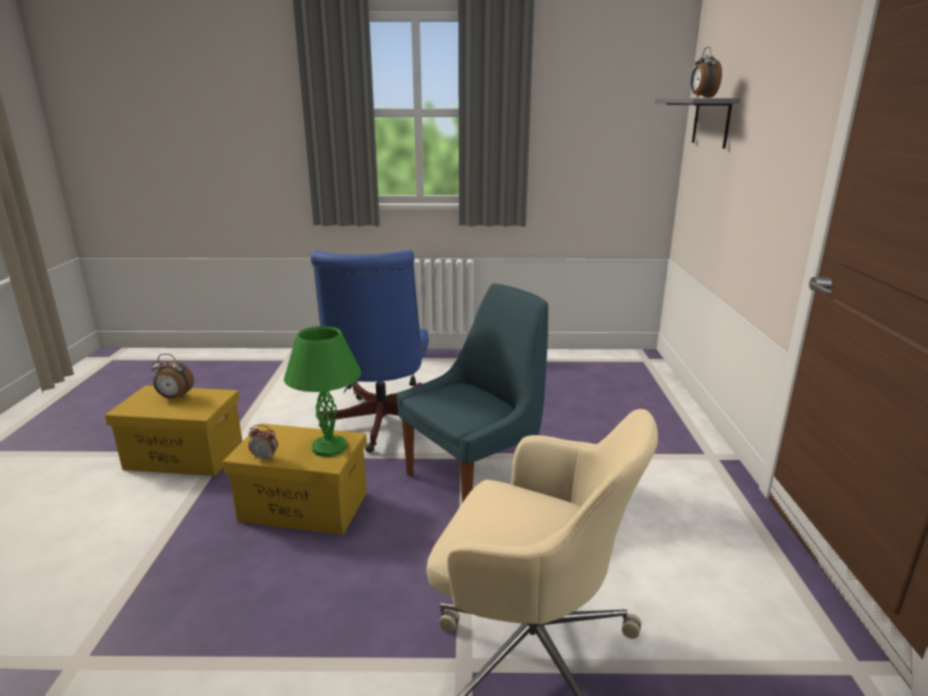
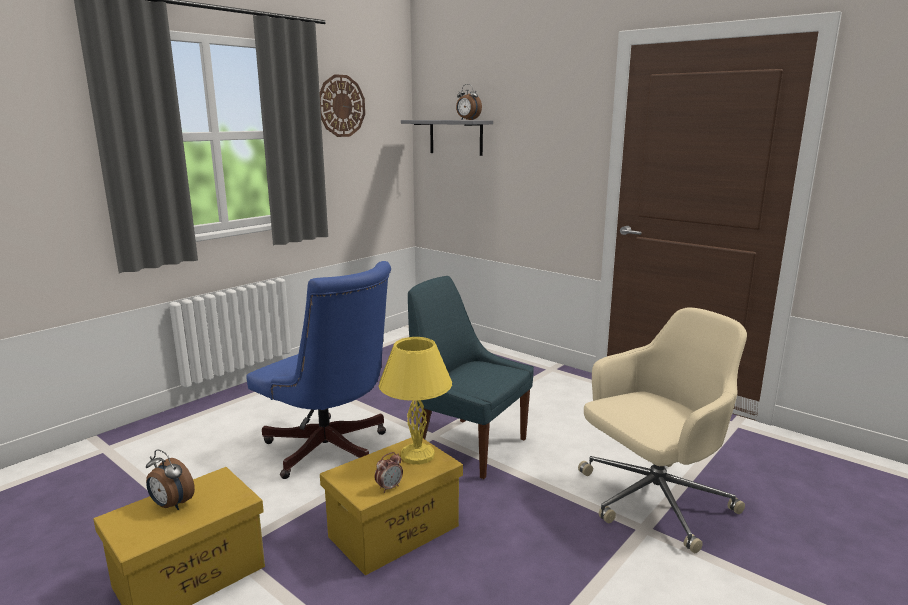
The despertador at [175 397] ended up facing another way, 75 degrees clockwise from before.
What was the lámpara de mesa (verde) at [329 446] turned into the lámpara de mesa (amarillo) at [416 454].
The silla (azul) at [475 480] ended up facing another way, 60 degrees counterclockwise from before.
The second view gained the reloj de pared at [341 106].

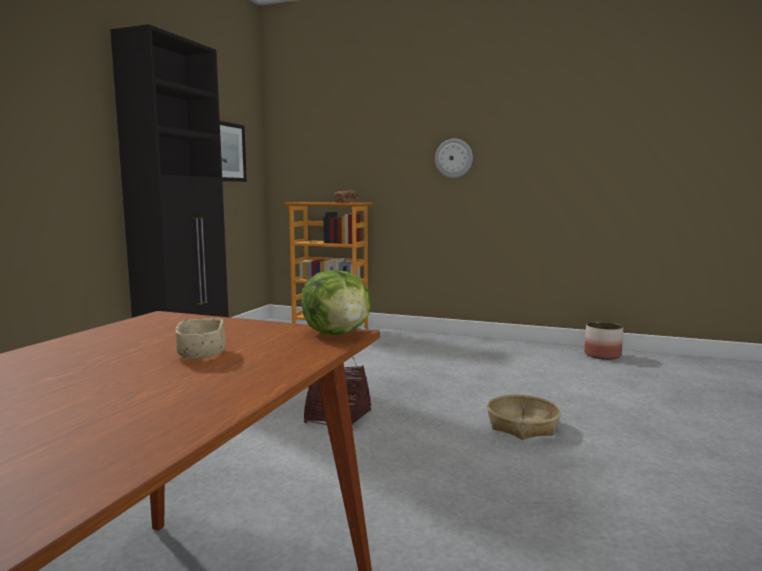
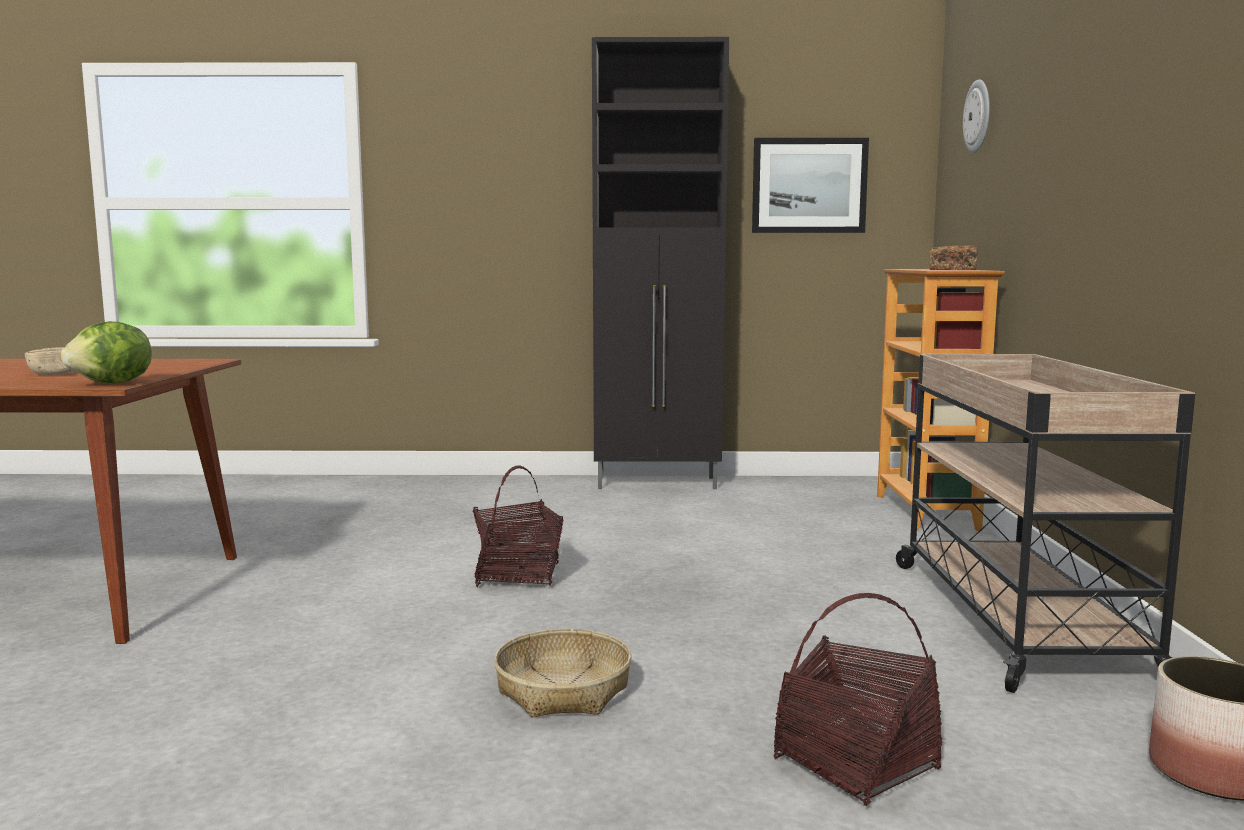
The reloj de pared ended up elsewhere, having gone from [454 158] to [978 116].
The second view gained the cesta at [857 764].
The second view gained the carrito (beis) at [1014 618].

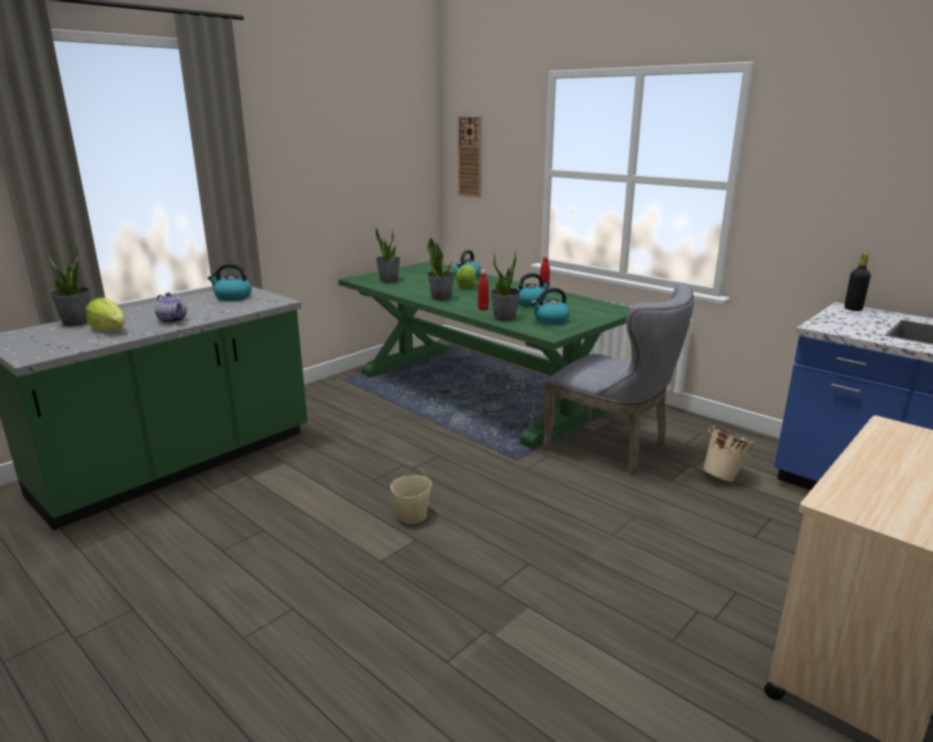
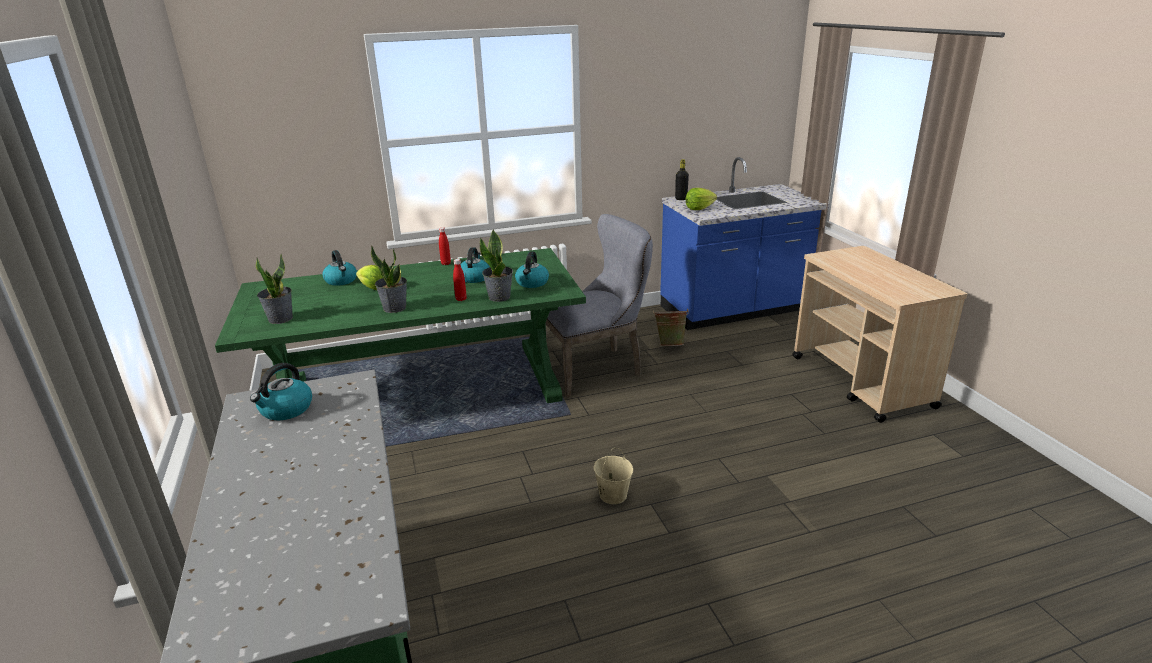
The second view lost the planta en maceta at [77 322].
The lechuga ended up elsewhere, having gone from [110 329] to [699 208].
The second view lost the tetera at [173 320].
The second view lost the reloj de pared at [470 157].
What was the cubo (beis) at [725 477] turned into the cubo (verde) at [670 344].

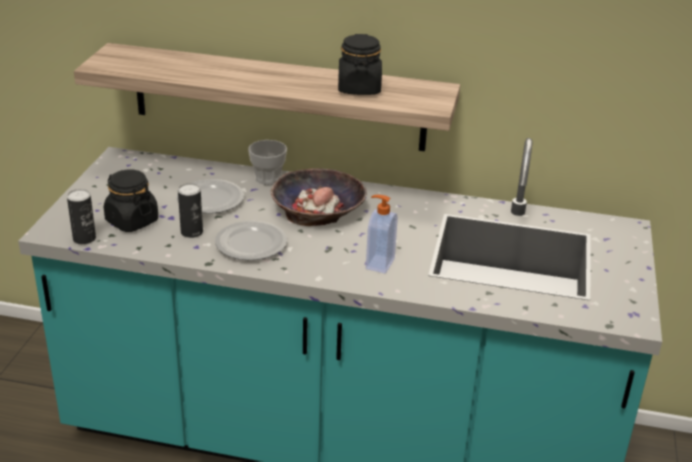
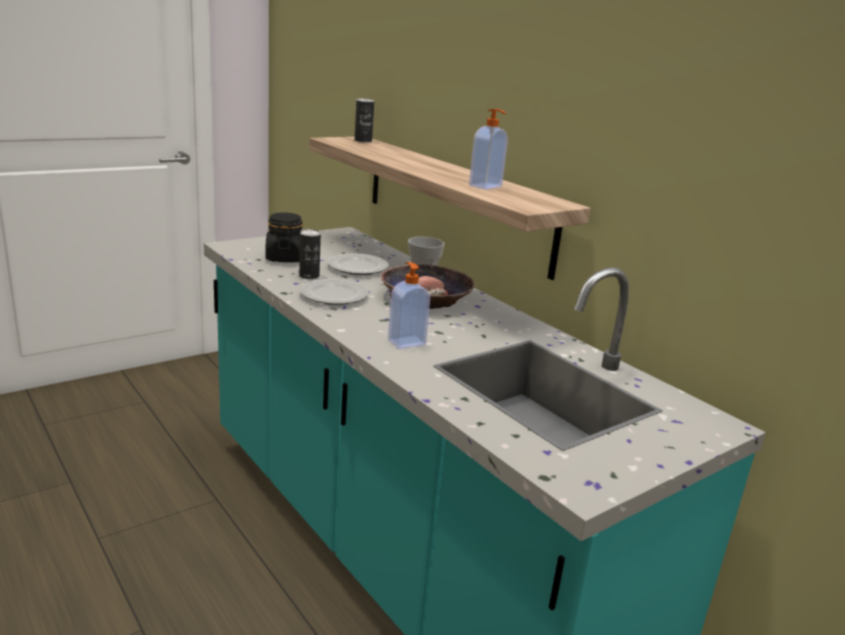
The lata ended up elsewhere, having gone from [84 238] to [363 141].
Where the tarro (negro) stood at [359 88], the dispensador de jabón came to stand at [486 186].

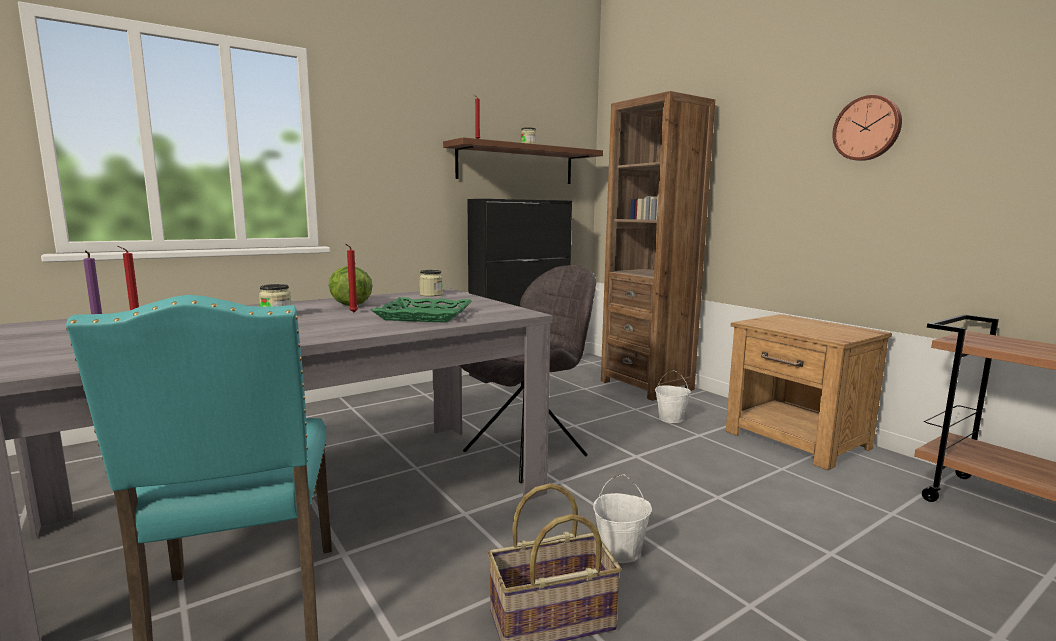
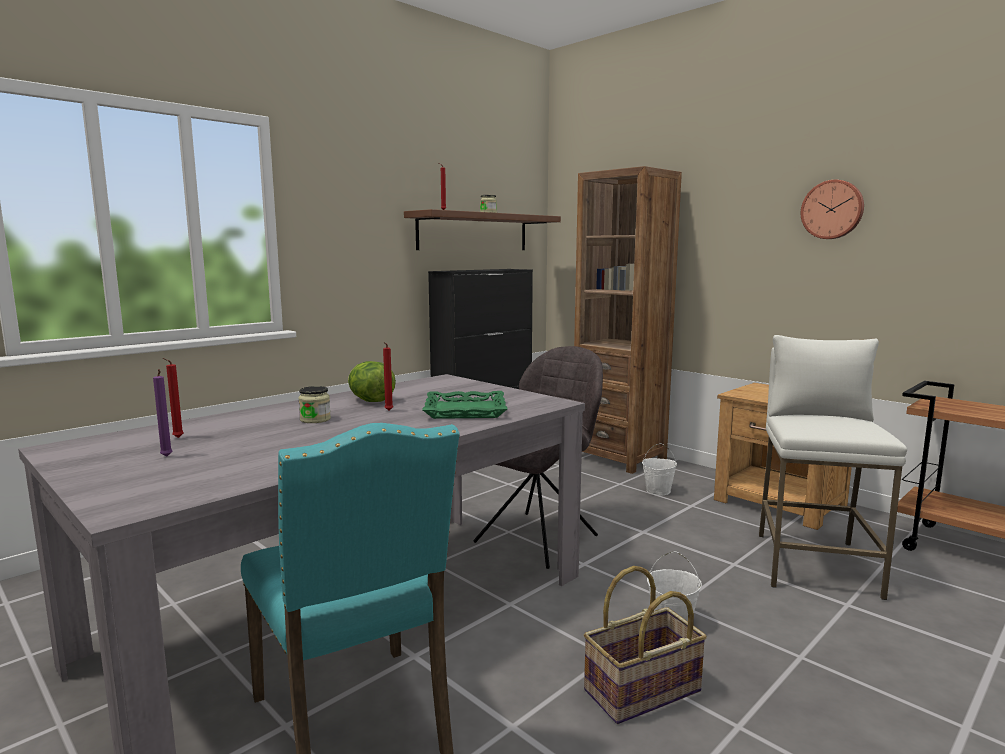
The second view lost the tarro at [431 294].
The second view gained the taburete (blanco) at [814 564].

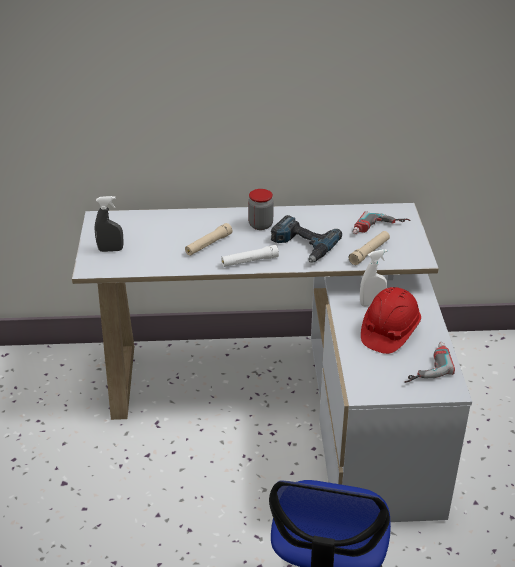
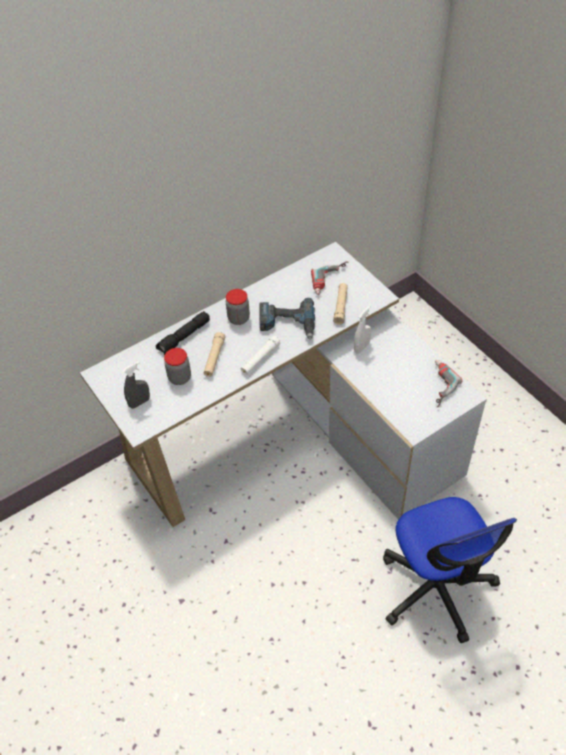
The second view lost the casco (rojo) at [389 332].
The second view gained the linterna (negro) at [184 337].
The second view gained the tarro at [179 378].

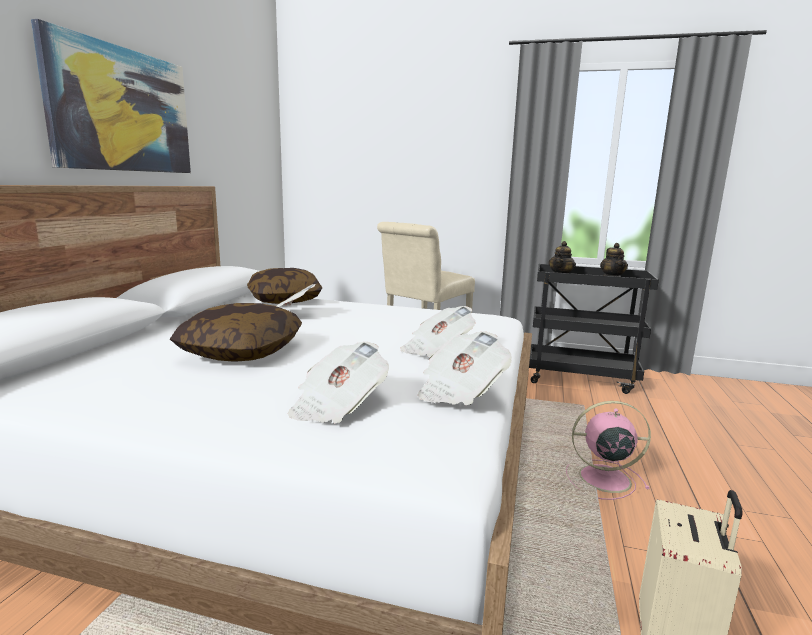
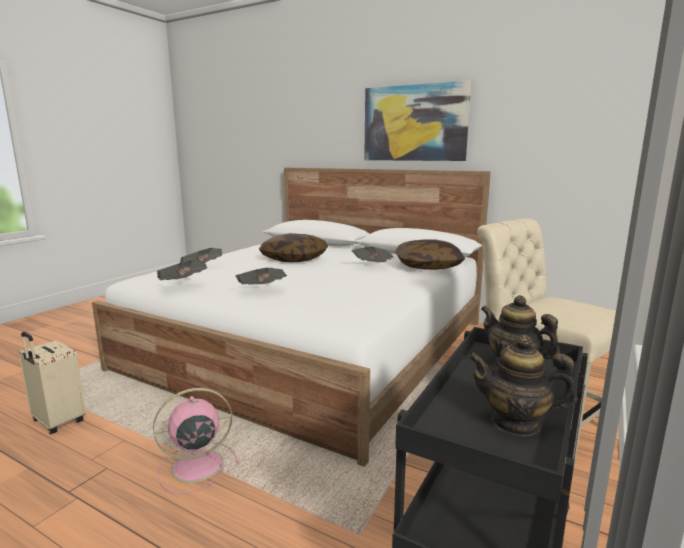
The ventilador (rosa) at [602 478] ended up facing another way, 135 degrees counterclockwise from before.

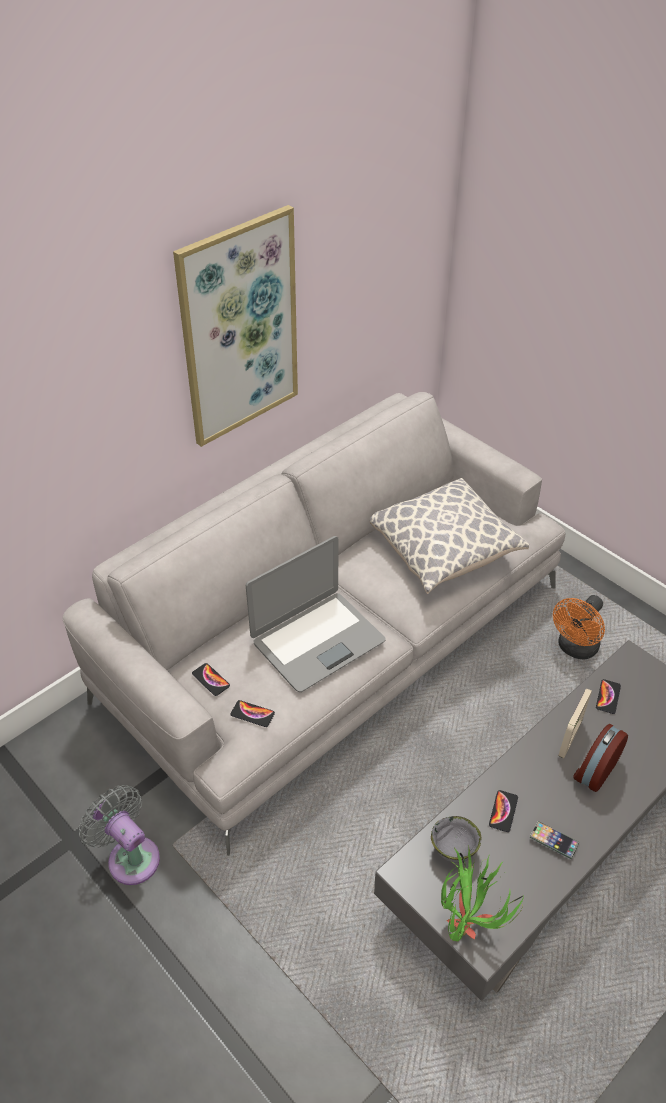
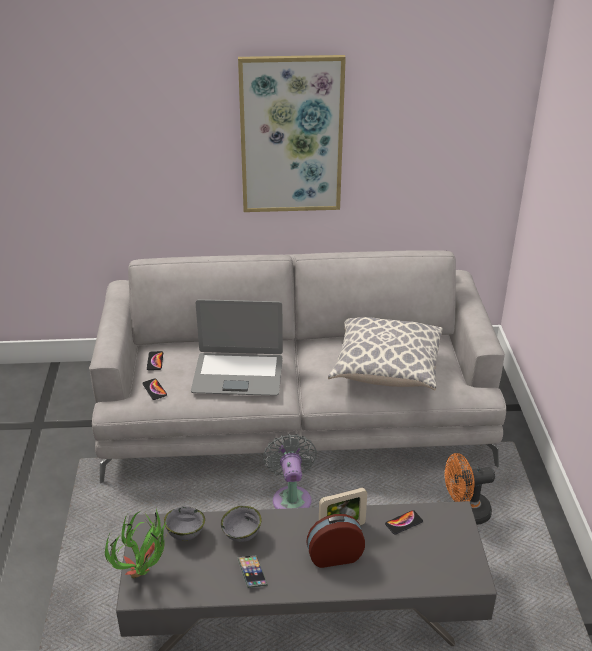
The ventilador (gris) ended up elsewhere, having gone from [130 856] to [291 498].
Where the móvil stood at [503 811], the cuenco (gris) came to stand at [242 536].

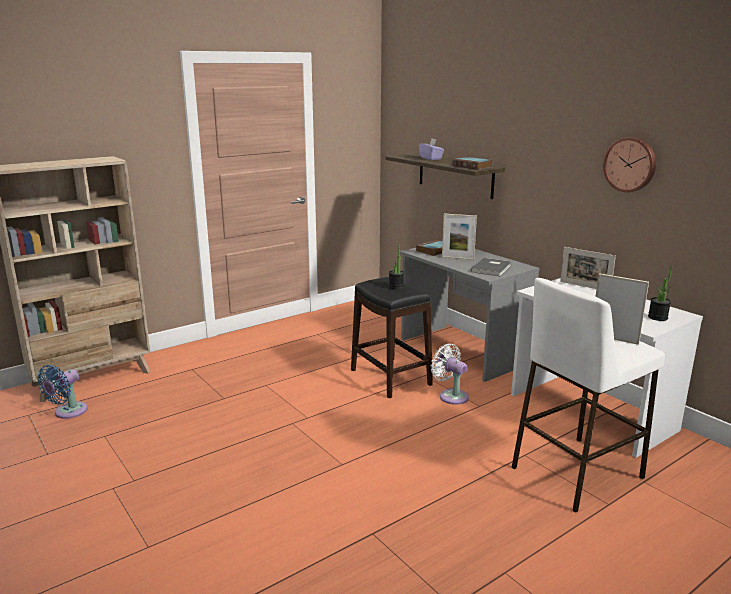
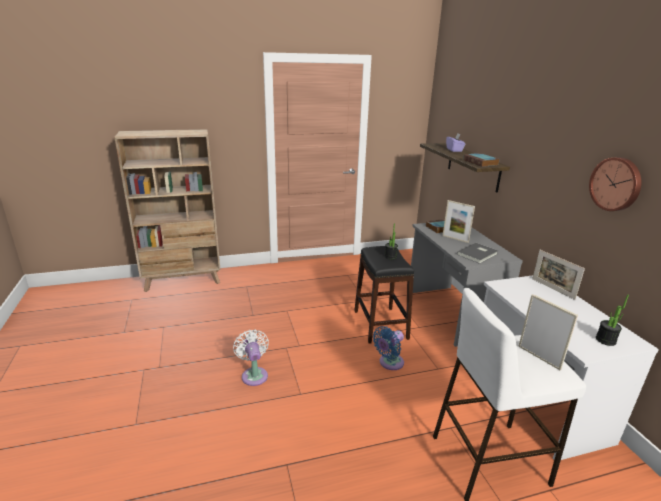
The ventilador (azul) ended up elsewhere, having gone from [68 412] to [389 363].
The ventilador (blanco) ended up elsewhere, having gone from [451 396] to [254 374].

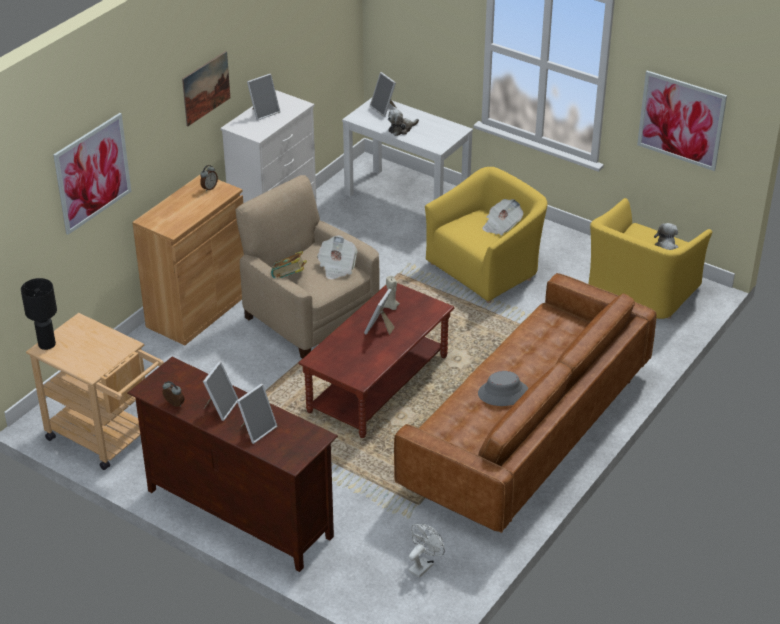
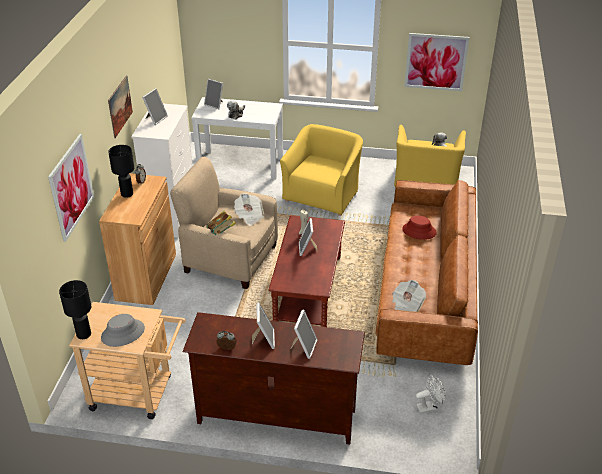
The ventilador (blanco) at [423 565] ended up facing another way, 60 degrees clockwise from before.
The sombrero (gris) ended up elsewhere, having gone from [503 393] to [123 333].
The periódico ended up elsewhere, having gone from [501 226] to [406 305].
The second view gained the lámpara de mesa (negro) at [126 194].
The second view gained the sombrero (rojo) at [419 231].

